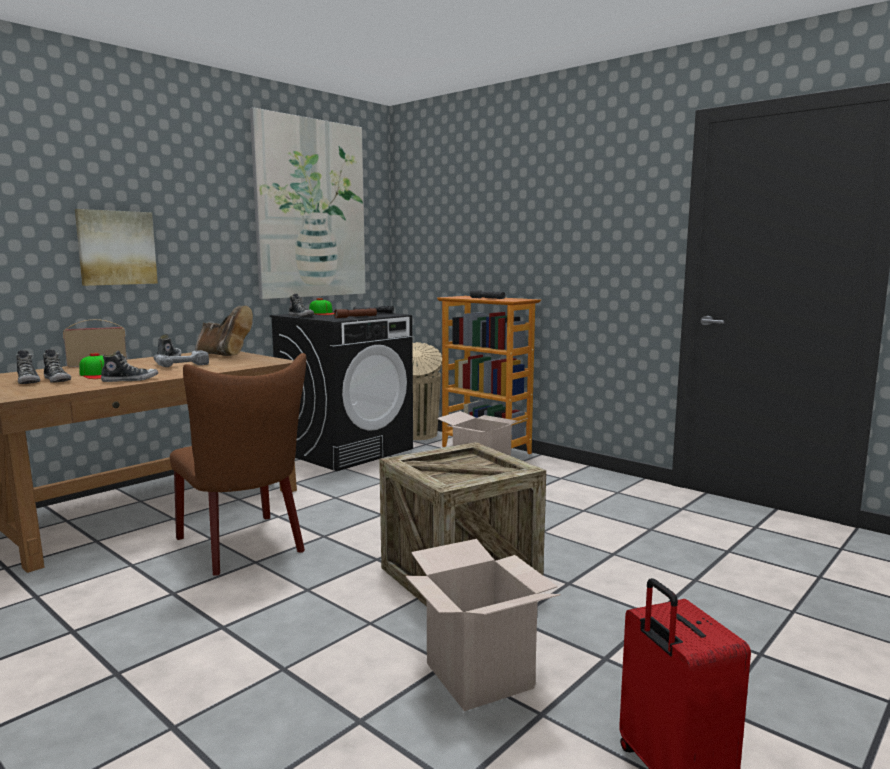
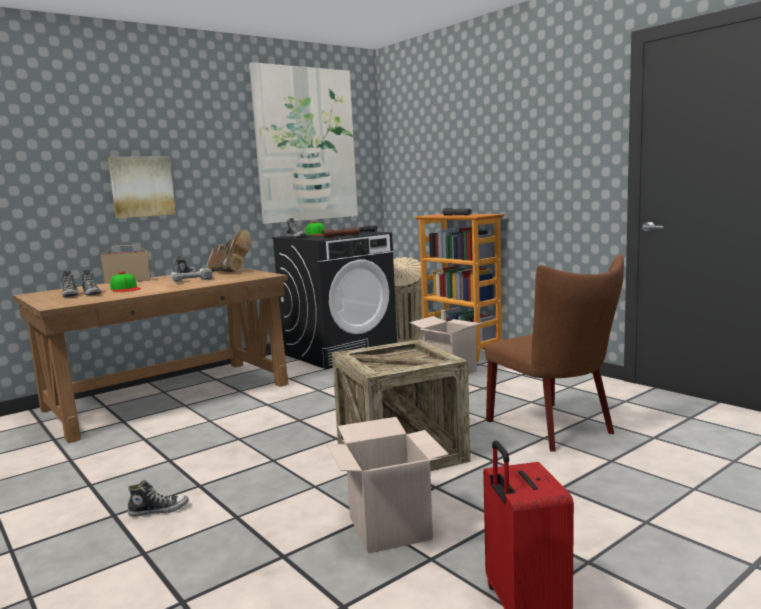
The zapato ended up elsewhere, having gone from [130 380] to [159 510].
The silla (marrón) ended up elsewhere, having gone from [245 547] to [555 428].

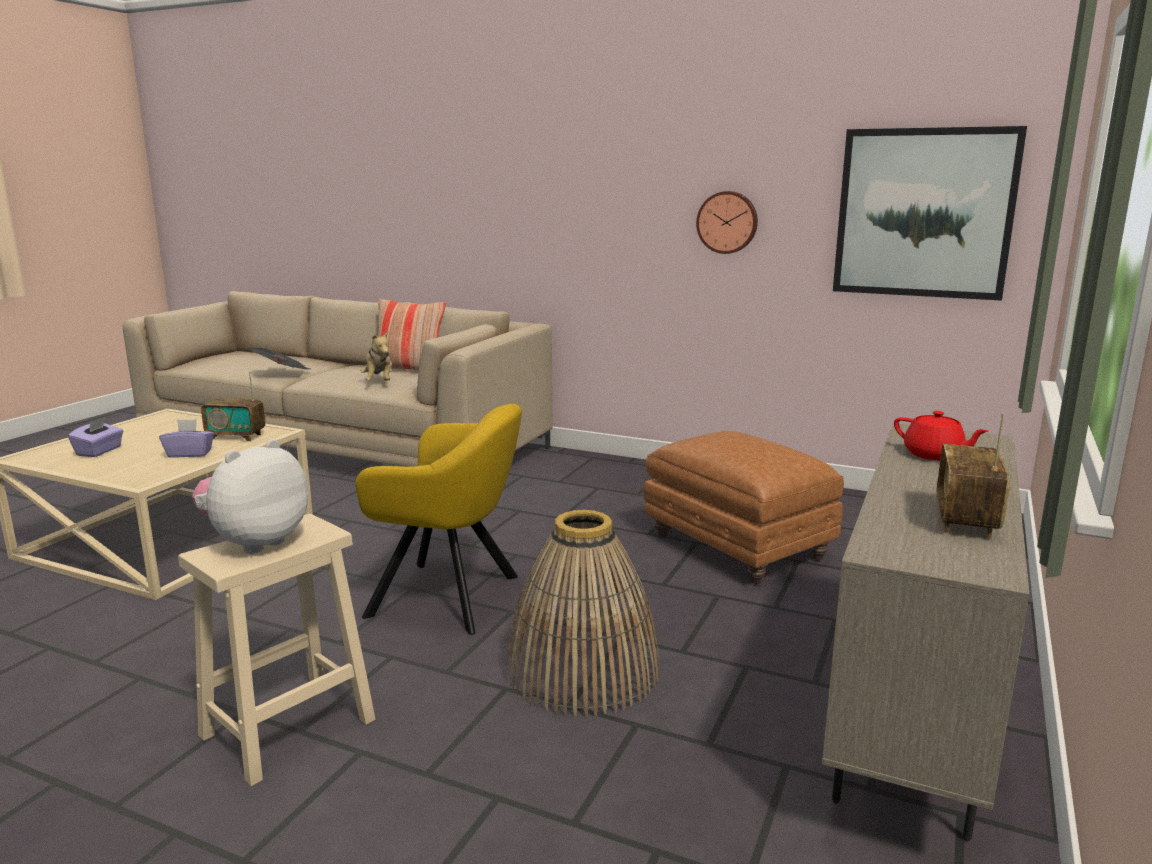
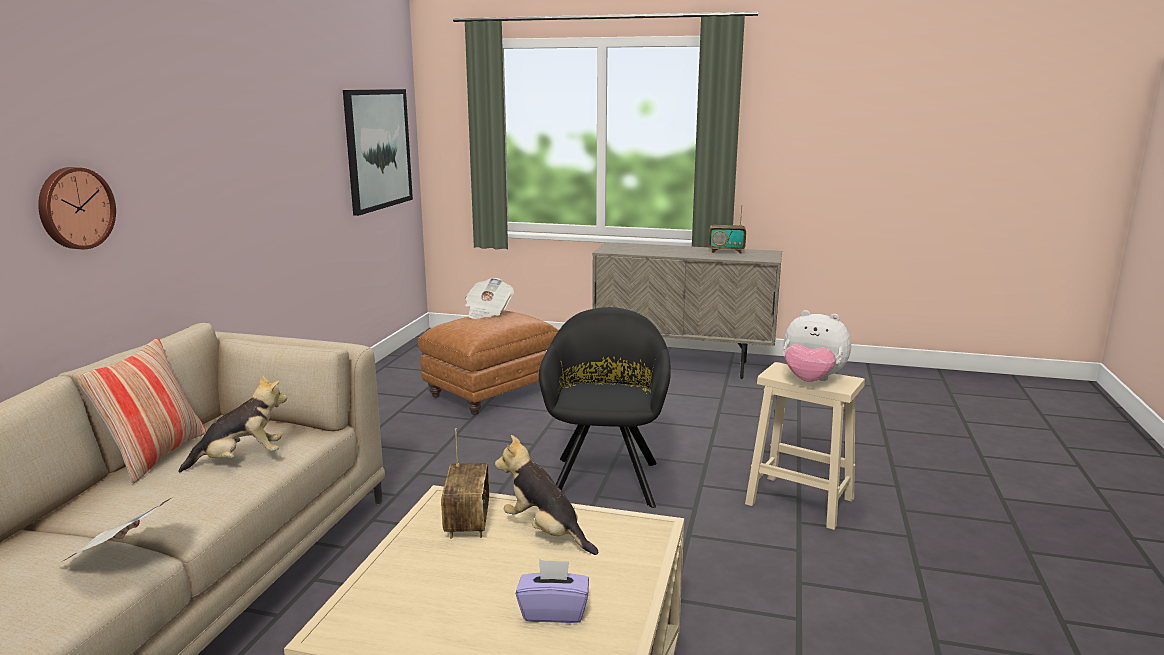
Where the caja de pañuelos (morado) stood at [190 453], the peluche came to stand at [545 532].
What was the sillón (amarillo) at [452 597] turned into the sillón (negro) at [606 477].
The second view lost the cesta at [583 670].
The reloj de pared ended up elsewhere, having gone from [727 222] to [74 208].
The second view lost the tetera (rojo) at [934 455].
The second view gained the periódico at [487 312].

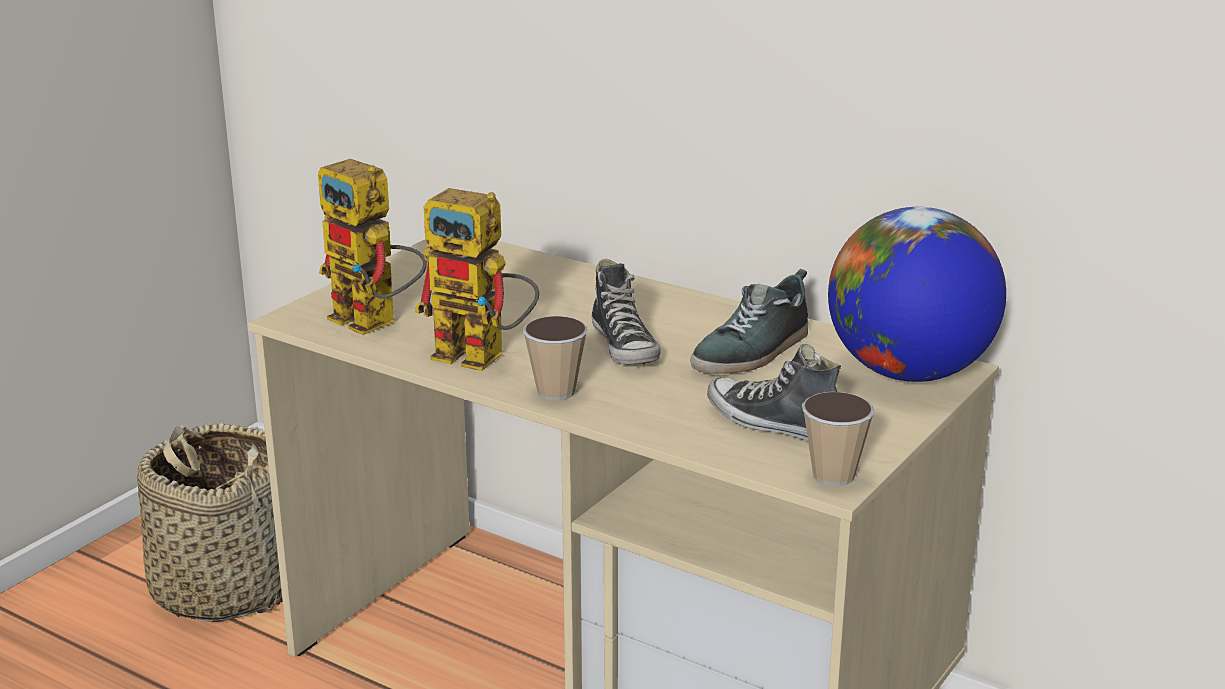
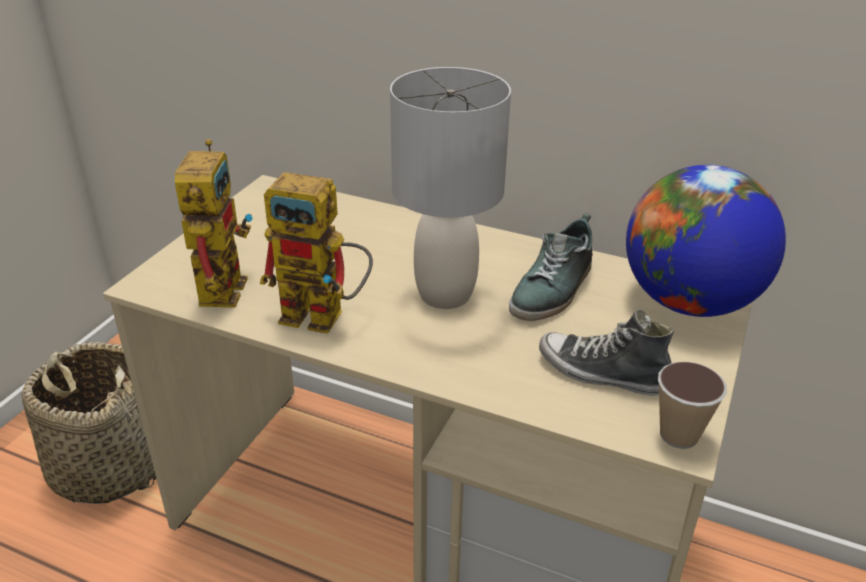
The robot de juguete at [376 323] ended up facing another way, 120 degrees counterclockwise from before.
The second view lost the taza at [556 392].
Where the zapato stood at [625 347], the lámpara de mesa (gris) came to stand at [445 294].

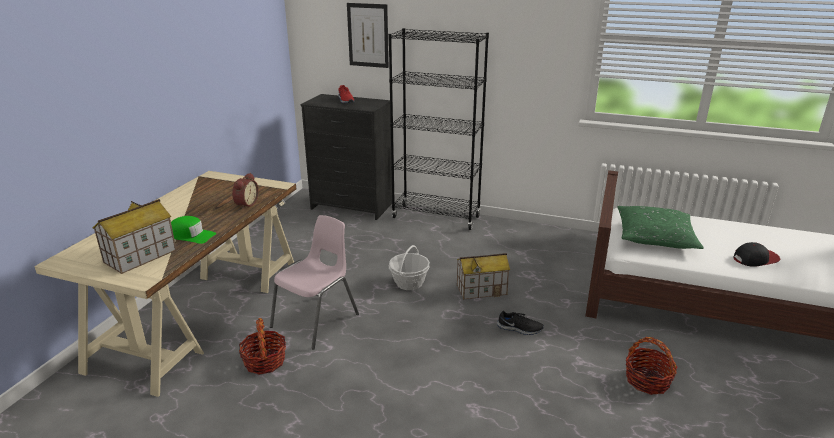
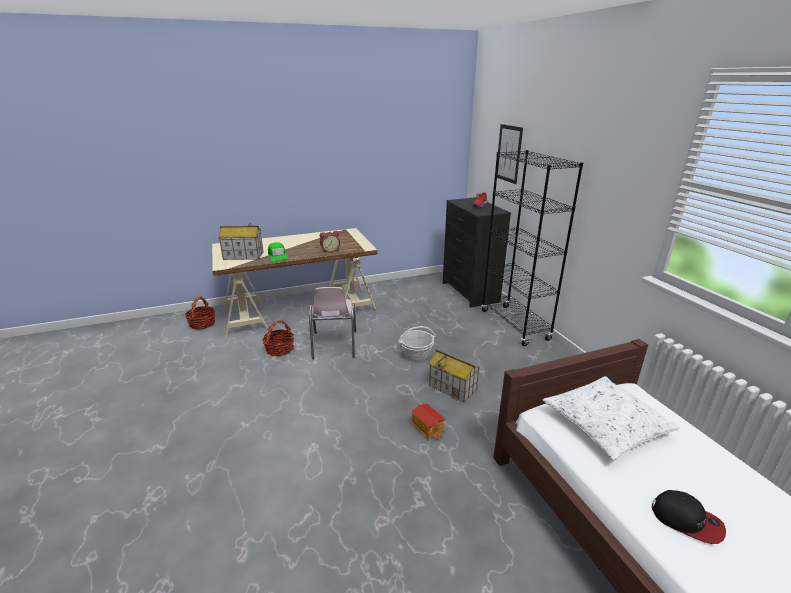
The silla (rosa) at [317 321] ended up facing another way, 90 degrees clockwise from before.
Where the zapato (negro) stood at [519 329], the casita came to stand at [427 428].
What was the cojín (verde) at [655 236] turned into the cojín (blanco) at [605 424].
The cesta ended up elsewhere, having gone from [647 381] to [202 324].

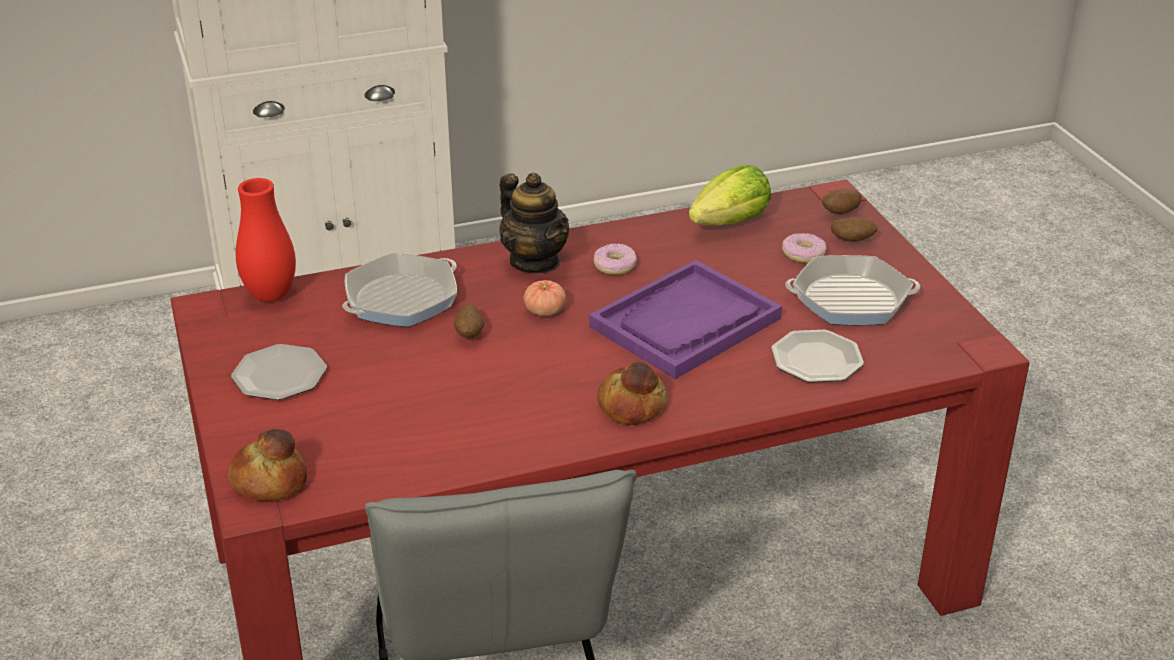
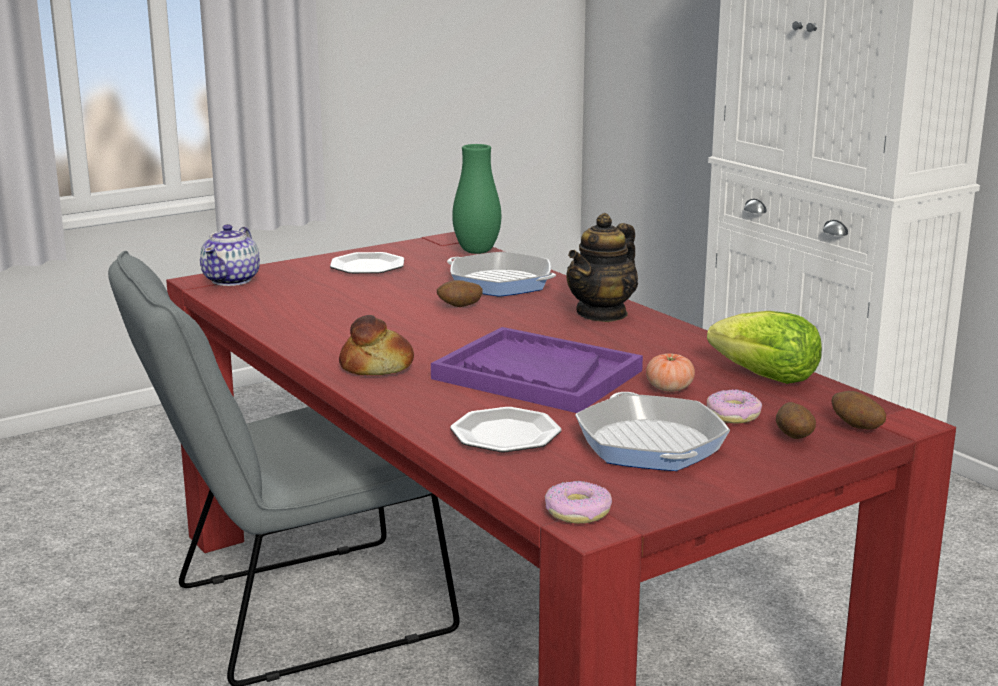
Where the pan stood at [269 481], the tetera came to stand at [232 280].
What was the florero (rojo) at [270 295] turned into the florero (verde) at [477 251].
The tomate ended up elsewhere, having gone from [545 310] to [669 388].
The rosquilla ended up elsewhere, having gone from [615 265] to [578 512].

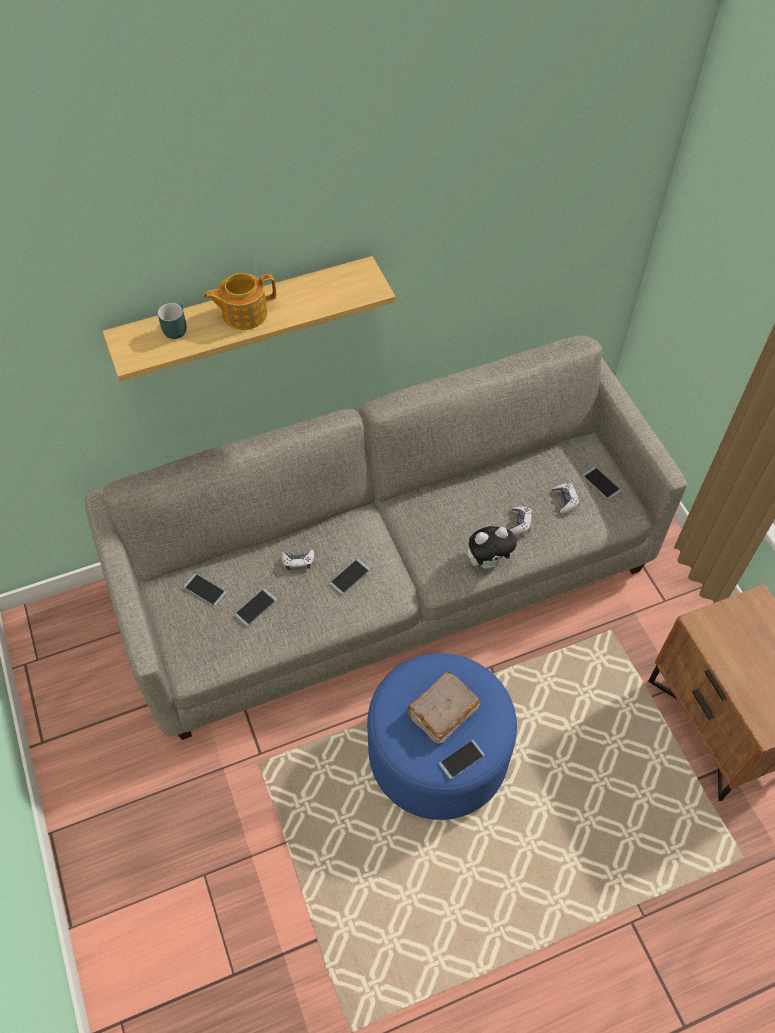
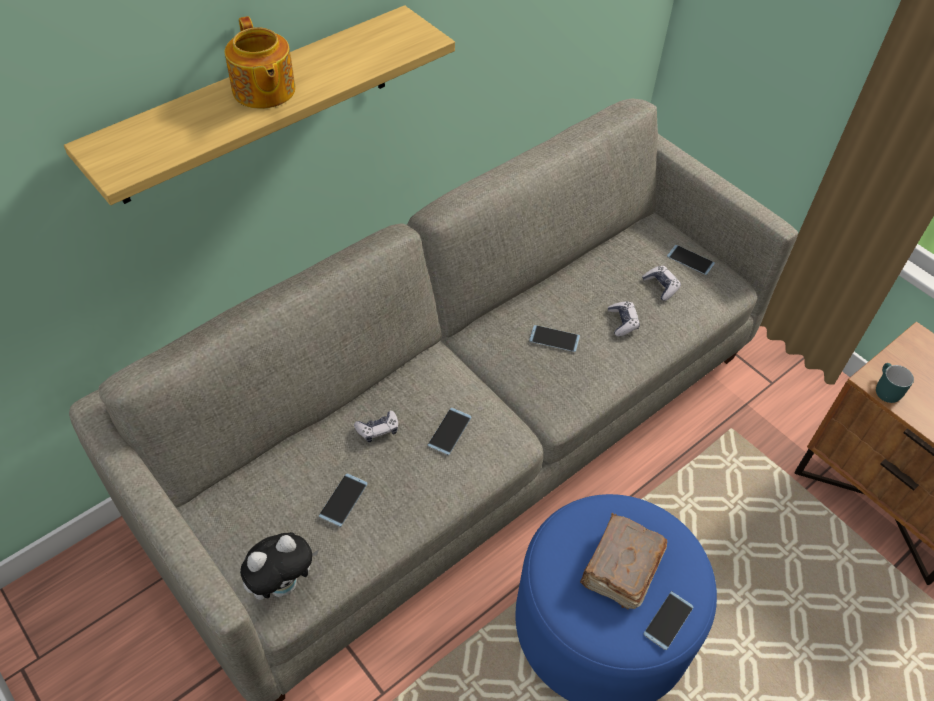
The taza grande (turquesa) ended up elsewhere, having gone from [175 328] to [884 390].
The móvil ended up elsewhere, having gone from [205 590] to [554 339].
The tetera at [243 313] ended up facing another way, 75 degrees counterclockwise from before.
The peluche ended up elsewhere, having gone from [488 561] to [283 583].

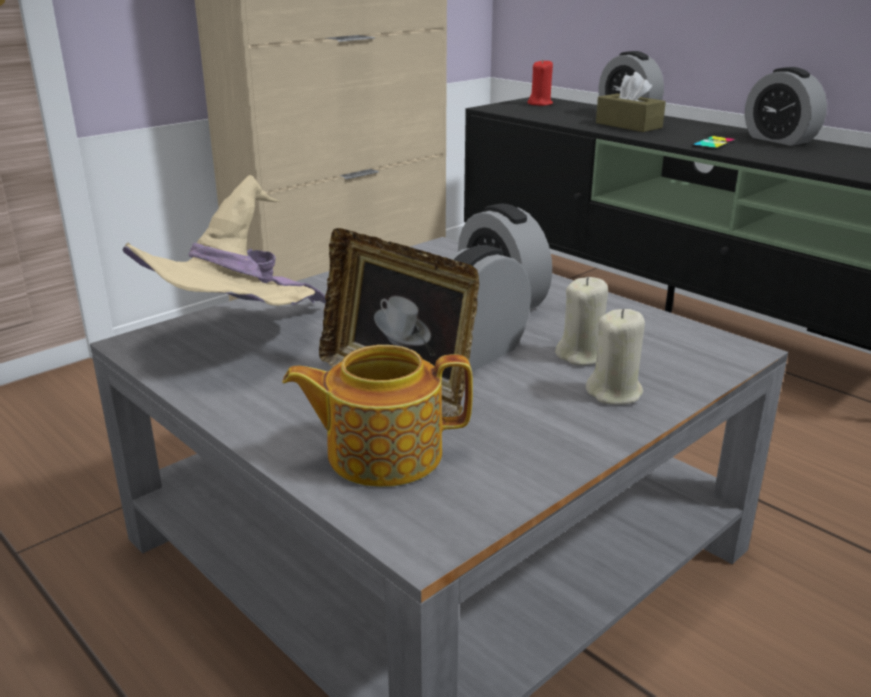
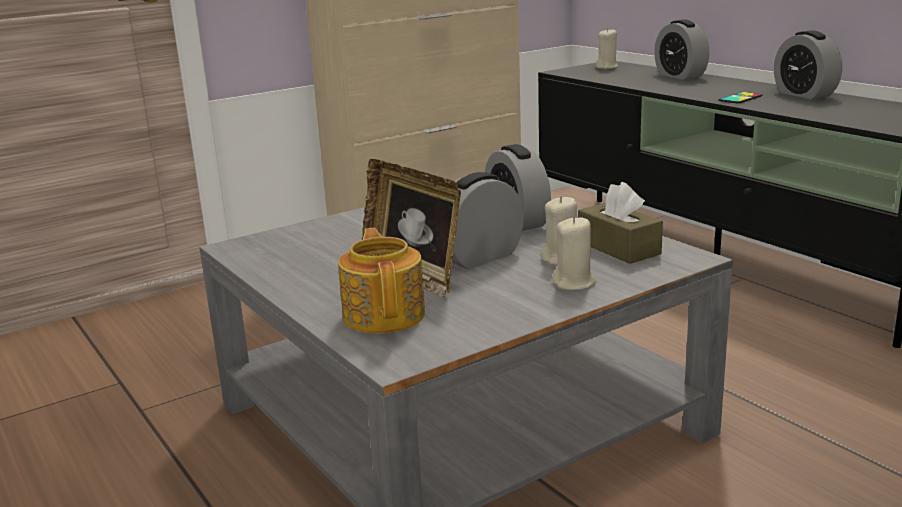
The second view lost the sombrero (beis) at [237 341].
The tetera at [382 453] ended up facing another way, 75 degrees clockwise from before.
What was the vela (rojo) at [540 104] turned into the vela (beis) at [606 67].
The caja de pañuelos (marrón) ended up elsewhere, having gone from [628 125] to [618 247].

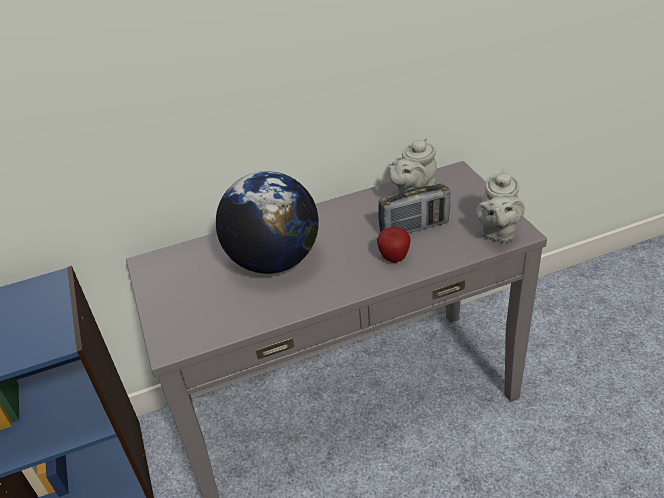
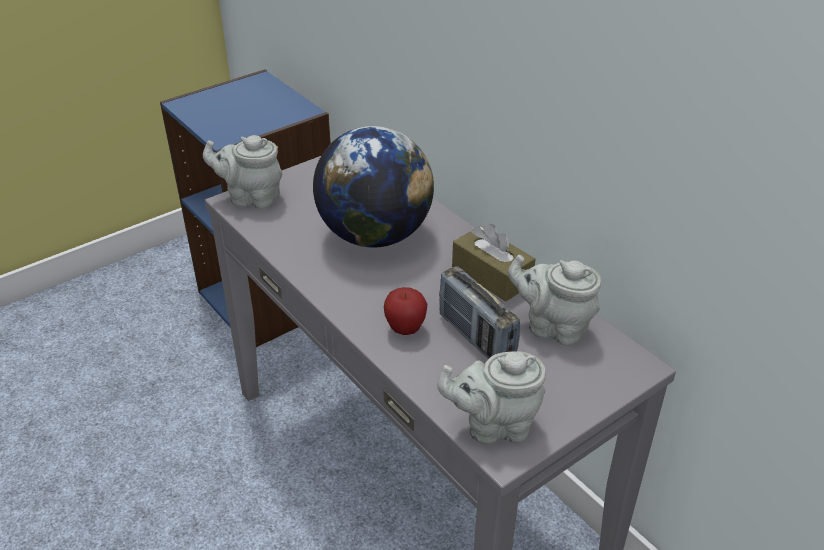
The second view gained the tetera (gris) at [251 198].
The second view gained the caja de pañuelos (marrón) at [491 275].

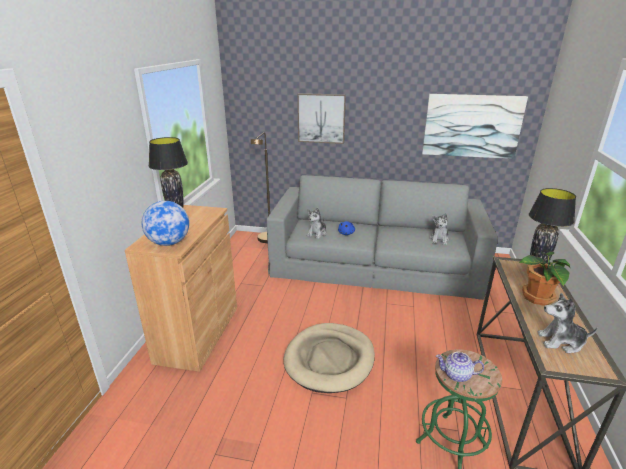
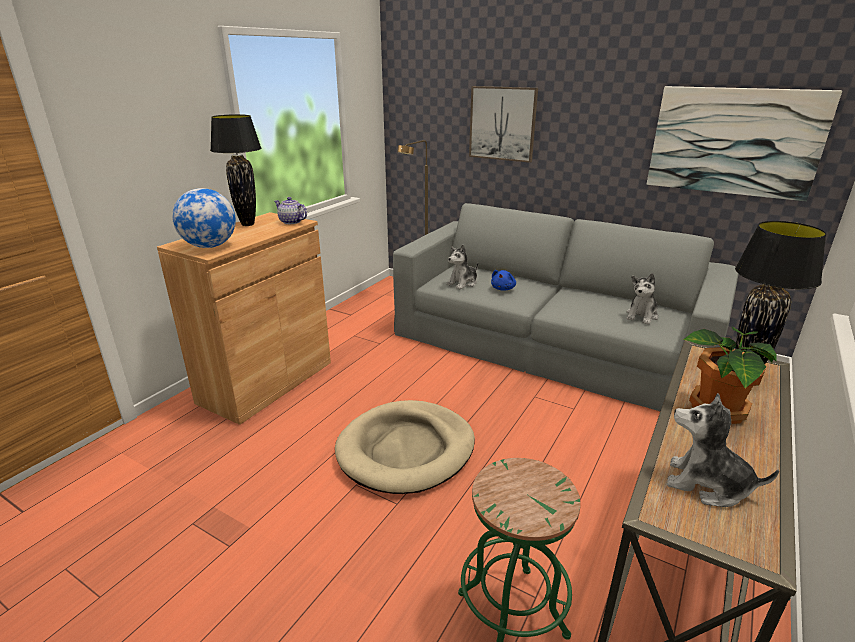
The tetera ended up elsewhere, having gone from [457 375] to [291 222].

